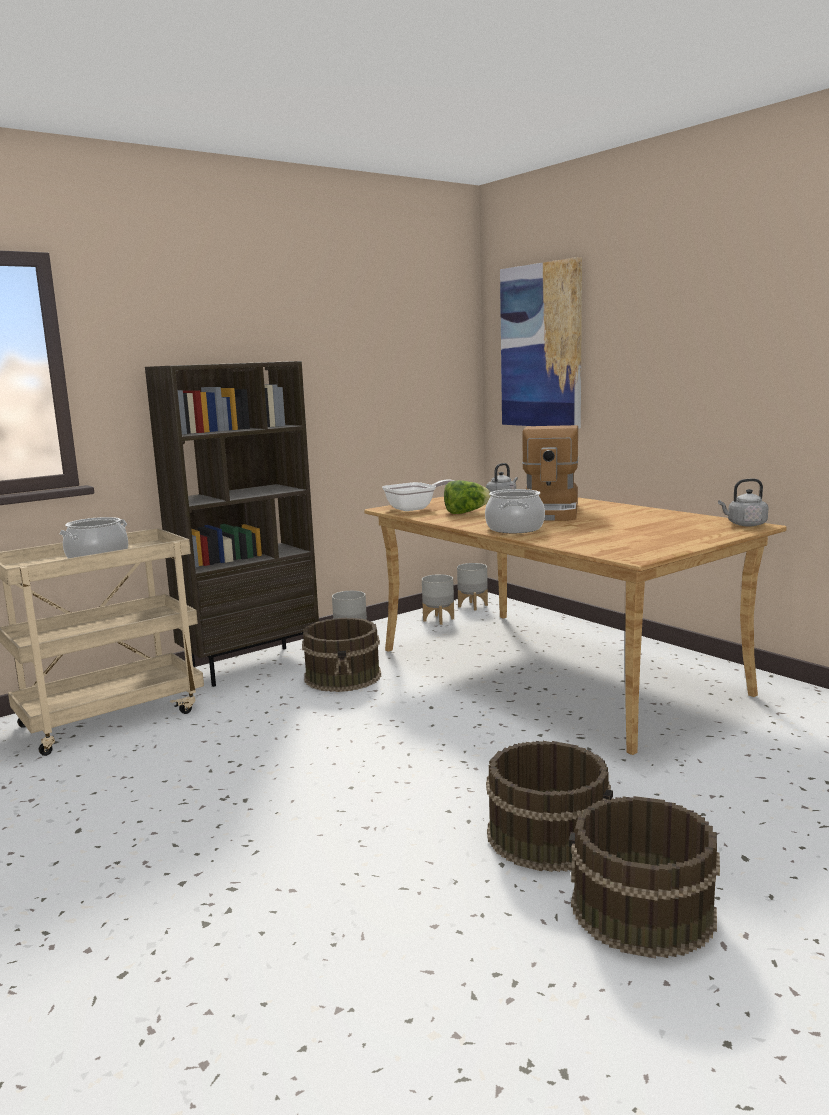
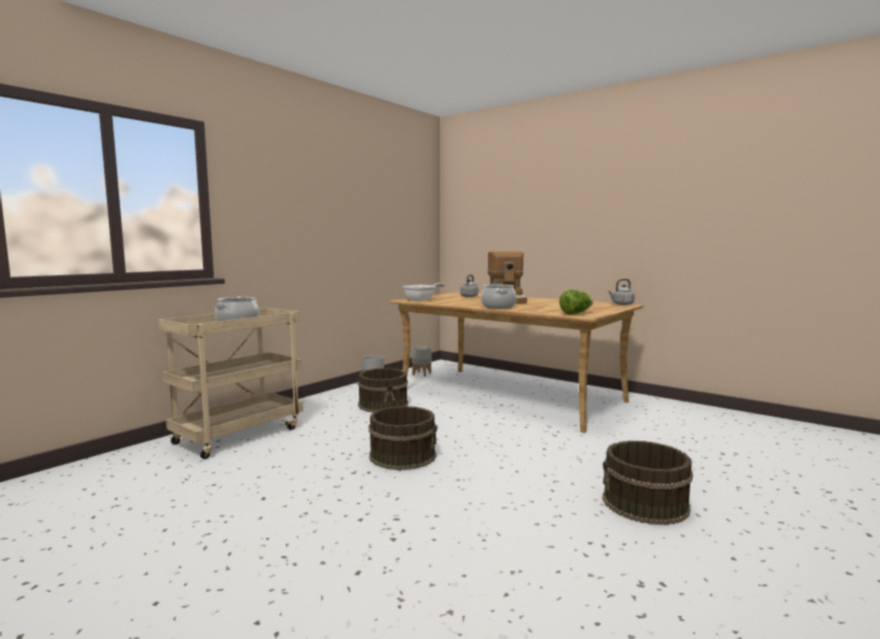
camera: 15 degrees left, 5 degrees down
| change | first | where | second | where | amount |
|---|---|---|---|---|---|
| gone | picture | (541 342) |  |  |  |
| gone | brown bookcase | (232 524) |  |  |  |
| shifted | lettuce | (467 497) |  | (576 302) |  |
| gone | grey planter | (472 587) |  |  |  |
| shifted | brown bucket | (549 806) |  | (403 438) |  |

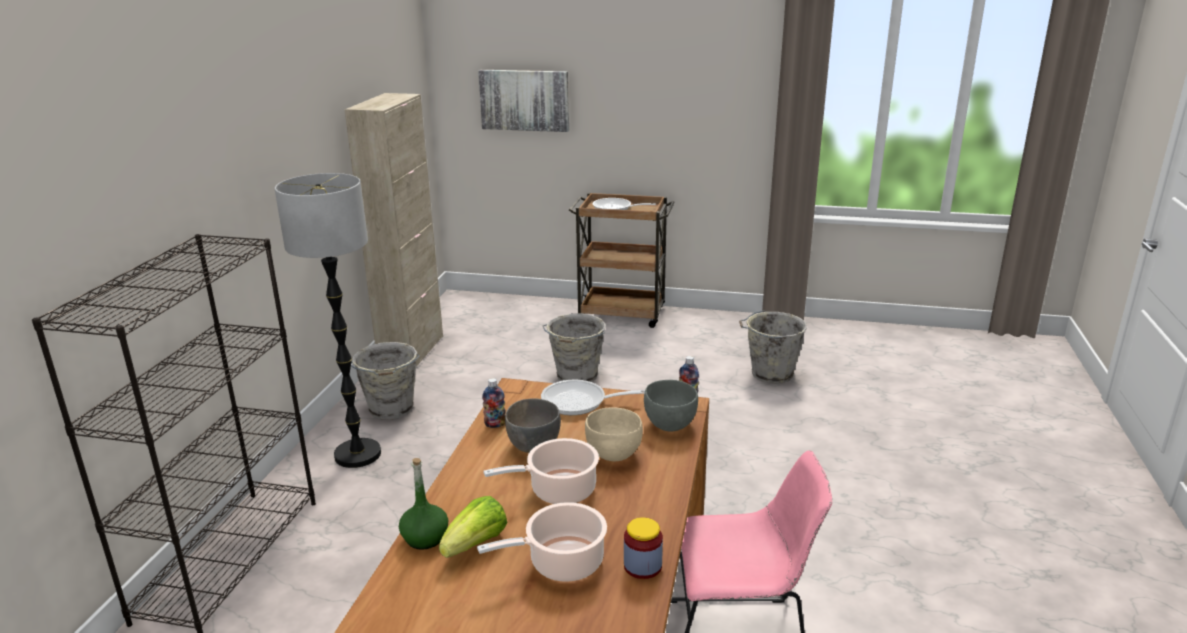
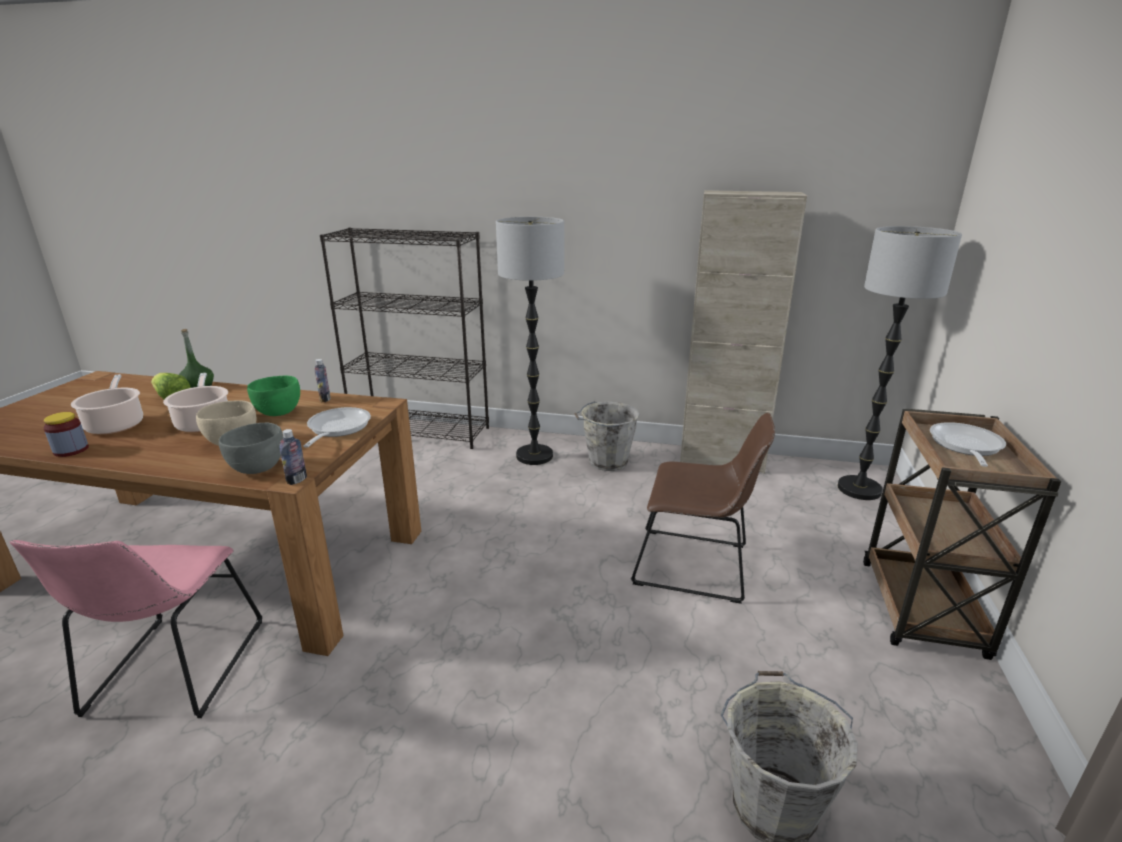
camera: 90 degrees right, 0 degrees up
| change | first | where | second | where | amount |
|---|---|---|---|---|---|
| gone | picture | (523 101) |  |  |  |
| swapped | grey bucket | (574 348) | brown chair | (703 508) |  |
| repainted | grey bowl | (533 425) | green bowl | (273 395) |  |
| new |  |  | floor lamp | (900 363) |  |

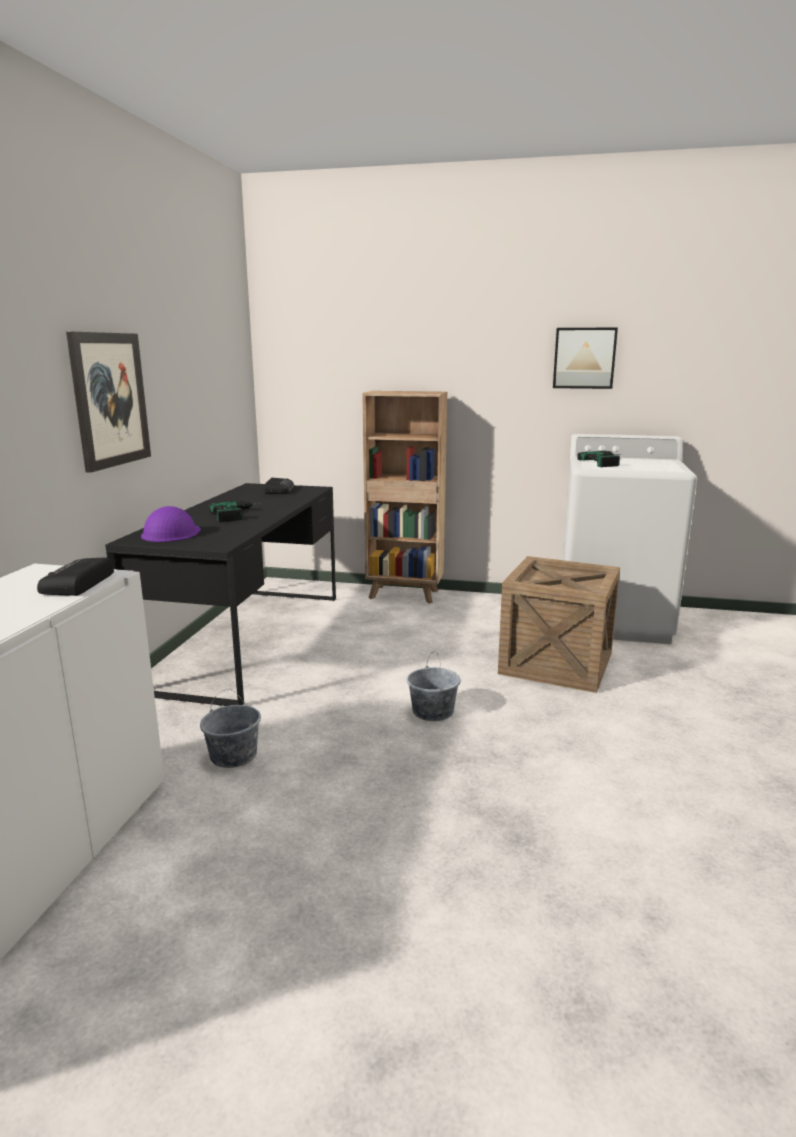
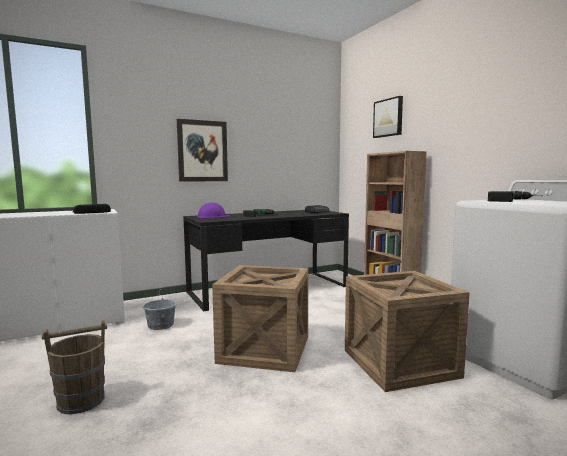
camera: 50 degrees right, 10 degrees down
| change | first | where | second | where | amount |
|---|---|---|---|---|---|
| shifted | picture | (585 358) |  | (388 117) |  |
| swapped | grey bucket | (434 686) | crate | (260 318) |  |
| new |  |  | brown bucket | (74 367) |  |

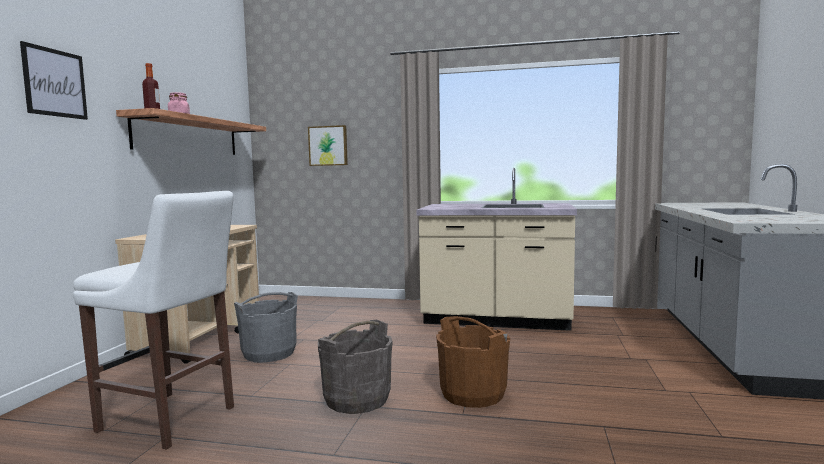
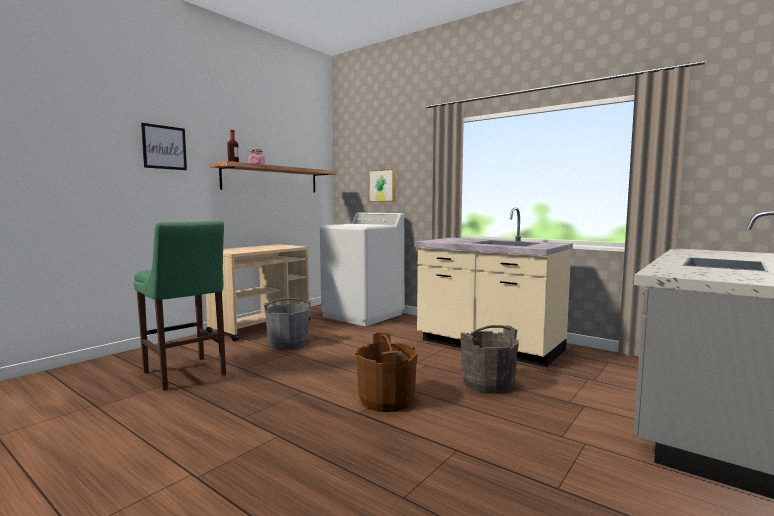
camera: 25 degrees right, 0 degrees up
| change | first | where | second | where | amount |
|---|---|---|---|---|---|
| repainted | white stool | (153 320) | green stool | (180 306) |  |
| shifted | grey bucket | (355 367) |  | (489 359) |  |
| new |  |  | white washing machine | (362 269) |  |

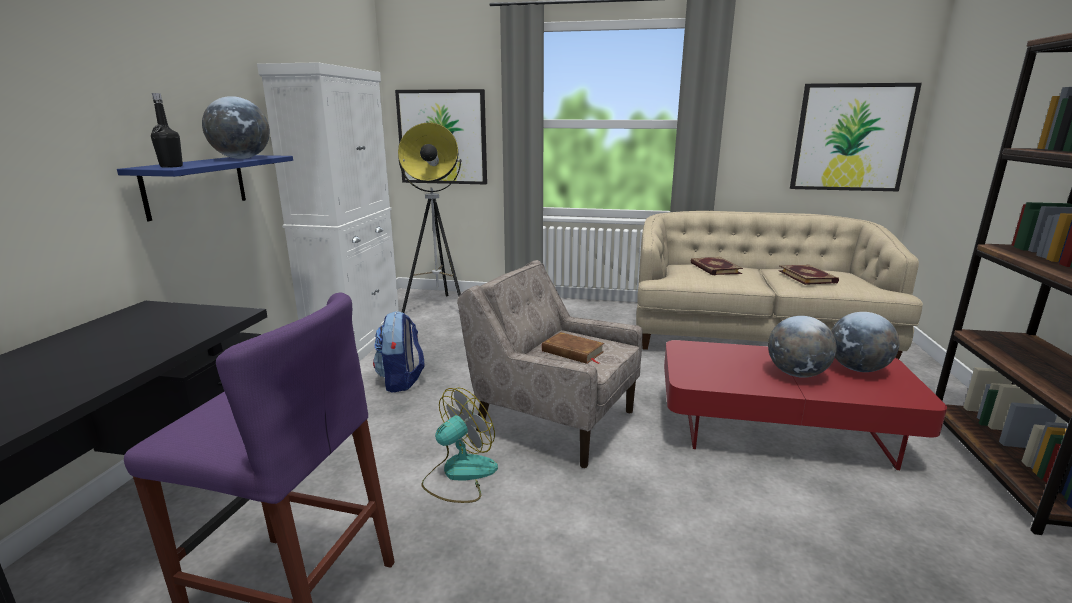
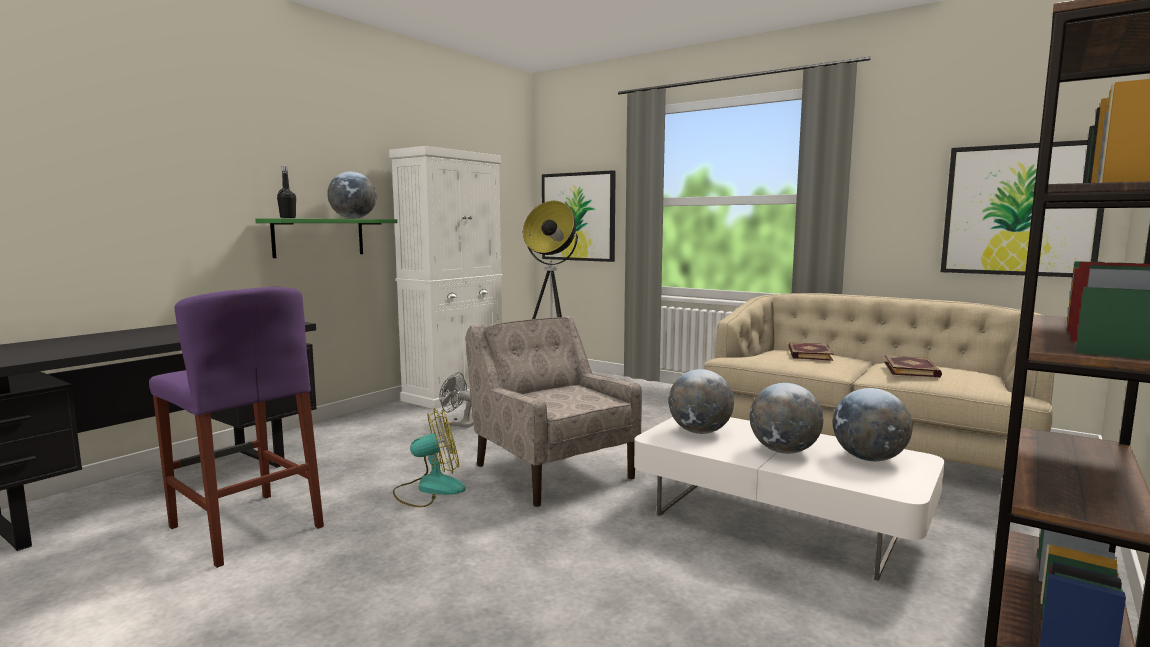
camera: 25 degrees right, 10 degrees down
| change | first | where | second | where | amount |
|---|---|---|---|---|---|
| repainted | blue shelf | (205 188) | green shelf | (326 238) |  |
| swapped | backpack | (399 352) | grey fan | (456 400) |  |
| gone | brown book | (573 348) |  |  |  |
| repainted | red coffee table | (805 405) | white coffee table | (789 499) |  |
| new |  |  | globe | (701 401) |  |

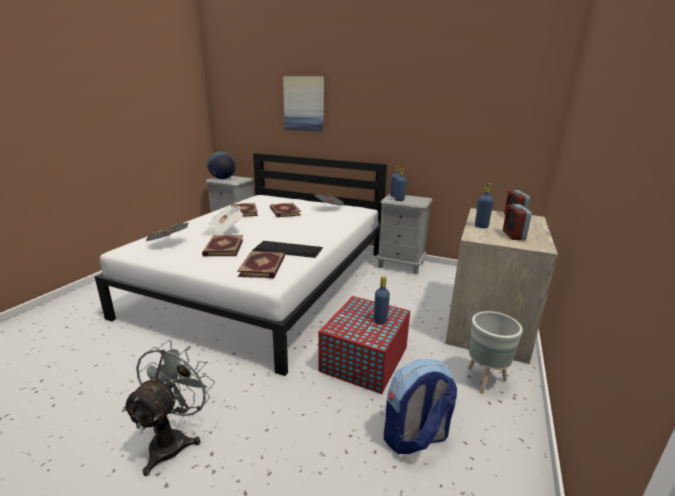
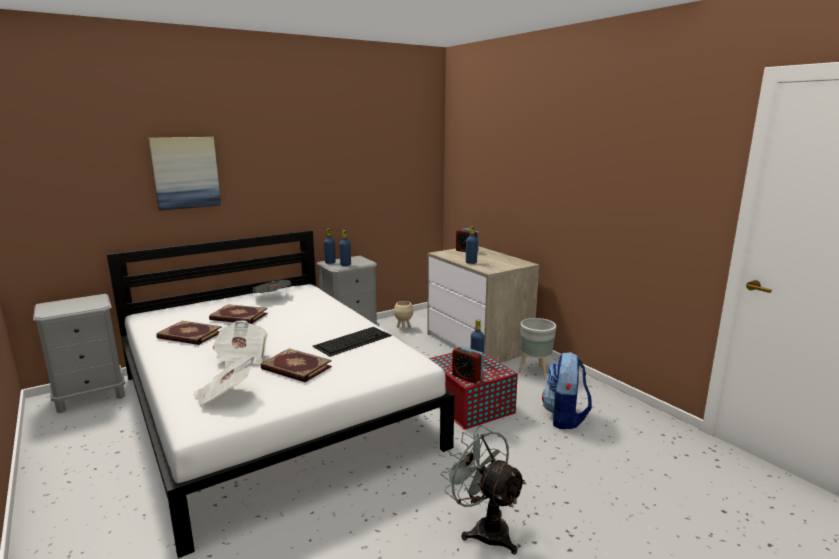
camera: 55 degrees left, 5 degrees down
| change | first | where | second | where | amount |
|---|---|---|---|---|---|
| gone | globe | (221 165) |  |  |  |
| shifted | alarm clock | (517 222) |  | (468 364) |  |
| gone | book | (261 264) |  |  |  |
| new |  |  | beige planter | (403 316) |  |

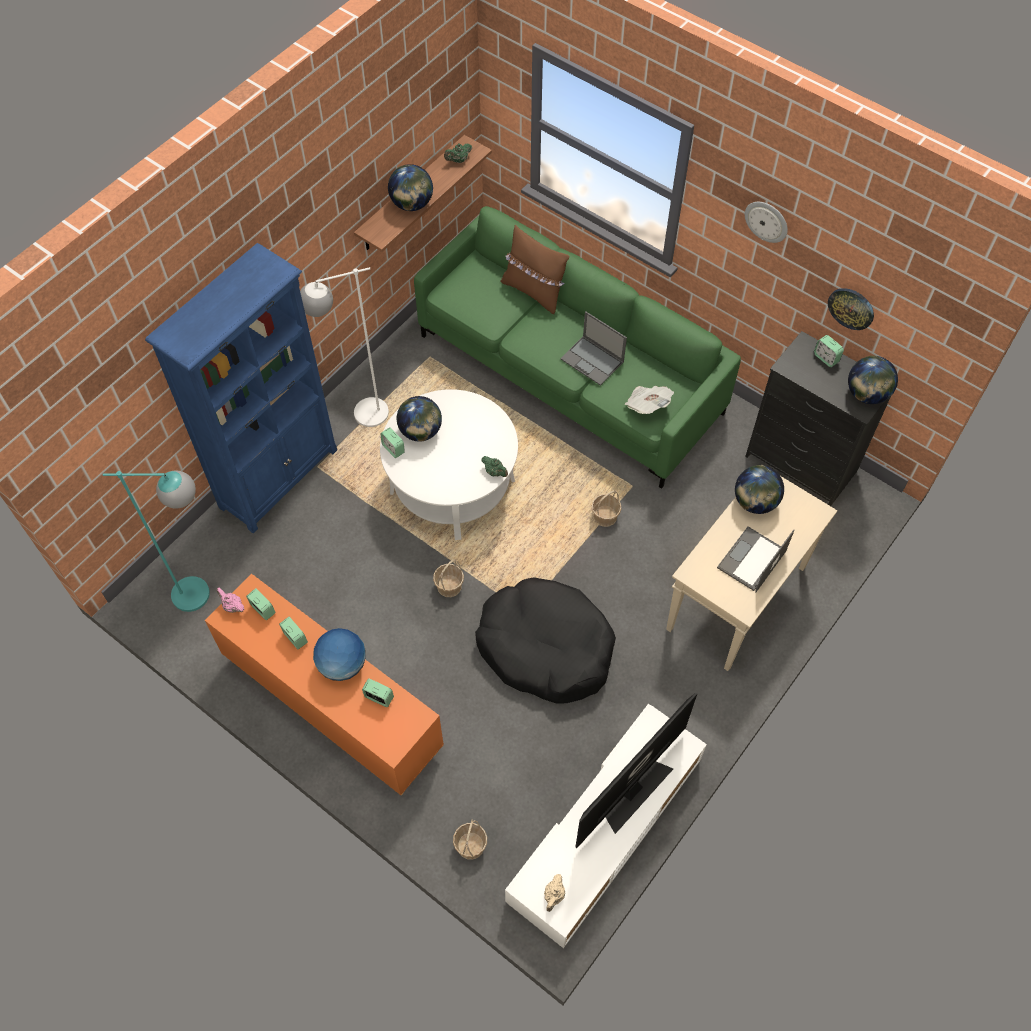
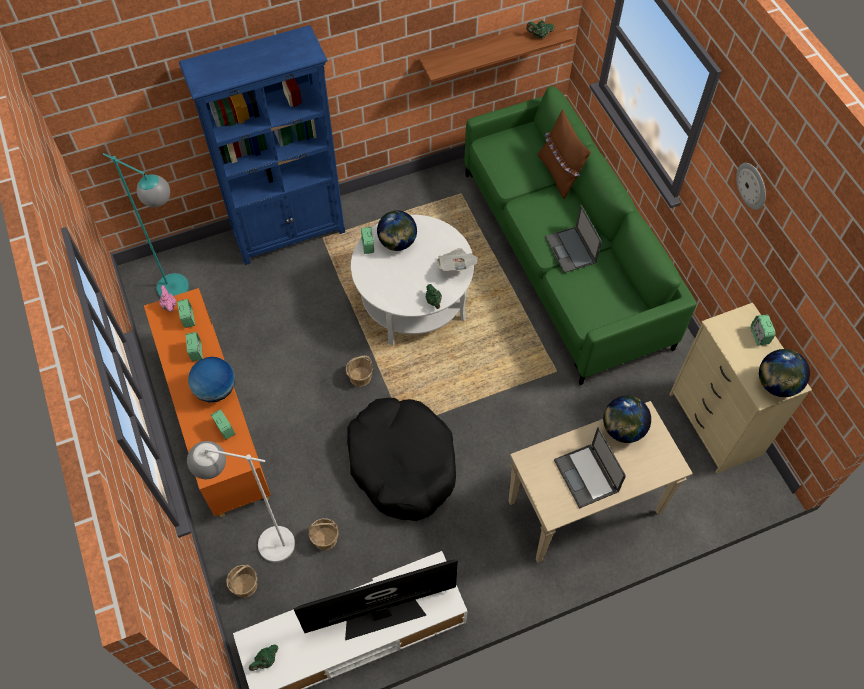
camera: 30 degrees right, 0 degrees up
| change | first | where | second | where | amount |
|---|---|---|---|---|---|
| gone | globe | (410 187) |  |  |  |
| shifted | white floor lamp | (344 347) |  | (241 501) |  |
| gone | wall clock | (851 309) |  |  |  |
| repainted | black dresser | (817 418) | beige dresser | (740 388) |  |
| shifted | newspaper | (649 400) |  | (457 260) |  |
| shifted | basket | (606 508) |  | (323 534) |  |
| rotated | laptop | (756 559) |  | (590 468) | 90 degrees counterclockwise |
| repainted | beige teapot | (554 893) | green teapot | (264 658) |  |

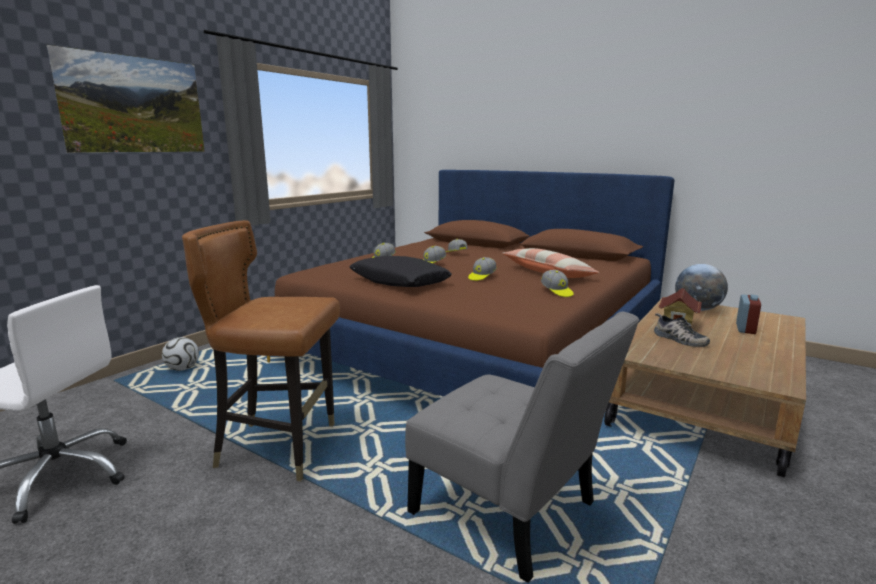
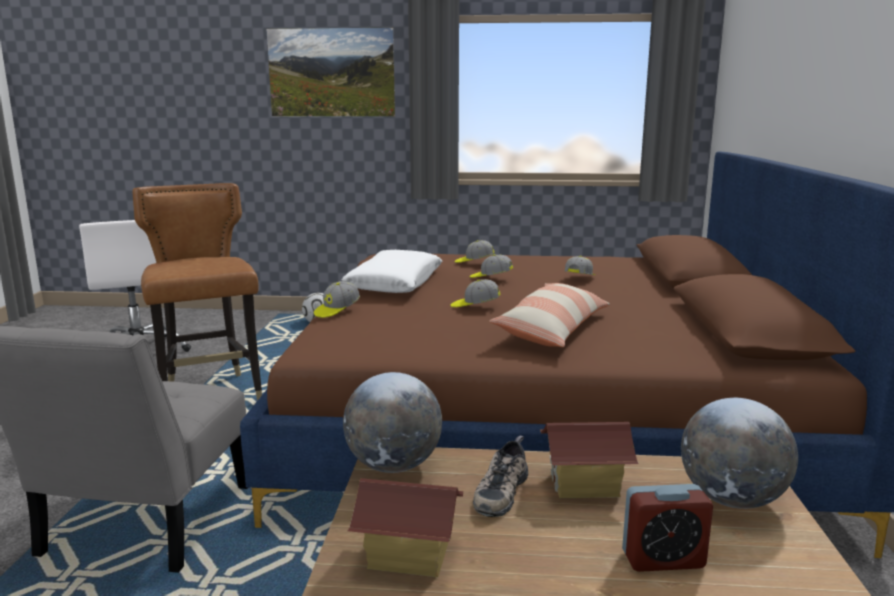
camera: 60 degrees right, 0 degrees up
| change | first | where | second | where | amount |
|---|---|---|---|---|---|
| repainted | black pillow | (401 271) | white pillow | (391 271) |  |
| shifted | cap | (557 283) |  | (337 299) |  |
| new |  |  | globe | (392 422) |  |
| new |  |  | toy house | (405 527) |  |

